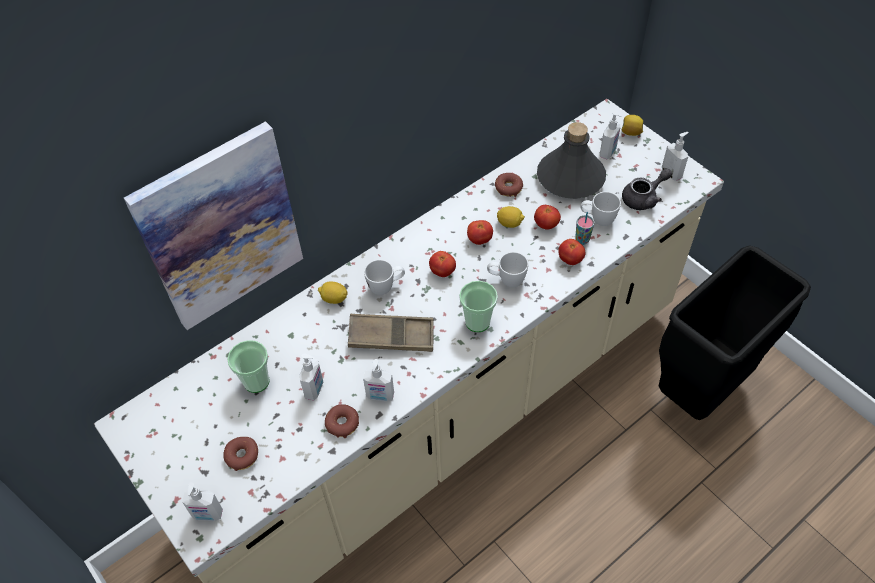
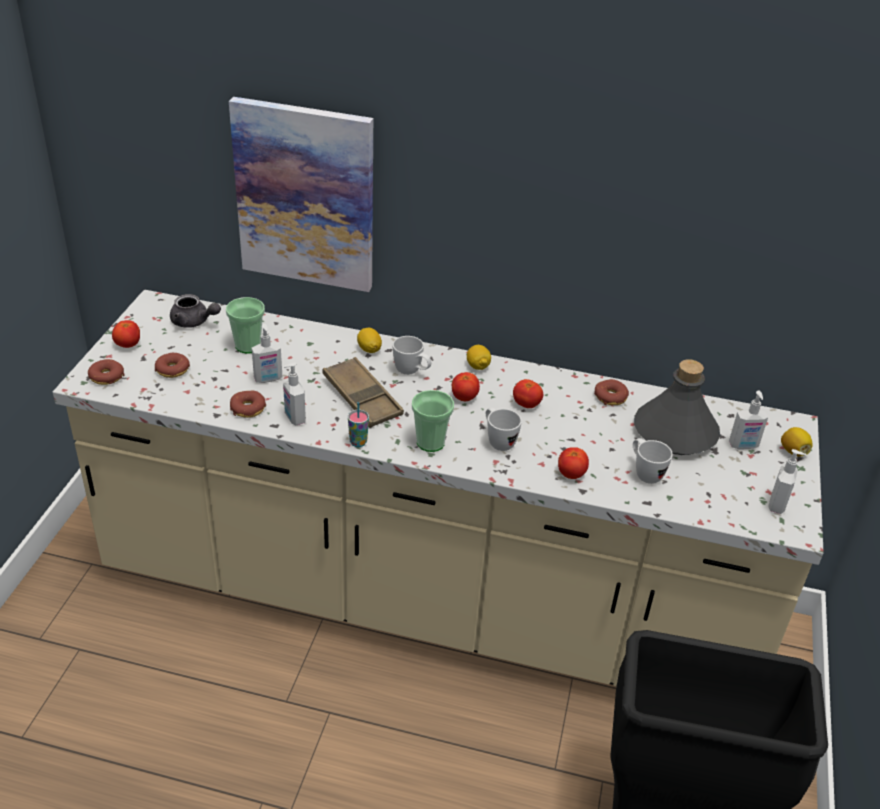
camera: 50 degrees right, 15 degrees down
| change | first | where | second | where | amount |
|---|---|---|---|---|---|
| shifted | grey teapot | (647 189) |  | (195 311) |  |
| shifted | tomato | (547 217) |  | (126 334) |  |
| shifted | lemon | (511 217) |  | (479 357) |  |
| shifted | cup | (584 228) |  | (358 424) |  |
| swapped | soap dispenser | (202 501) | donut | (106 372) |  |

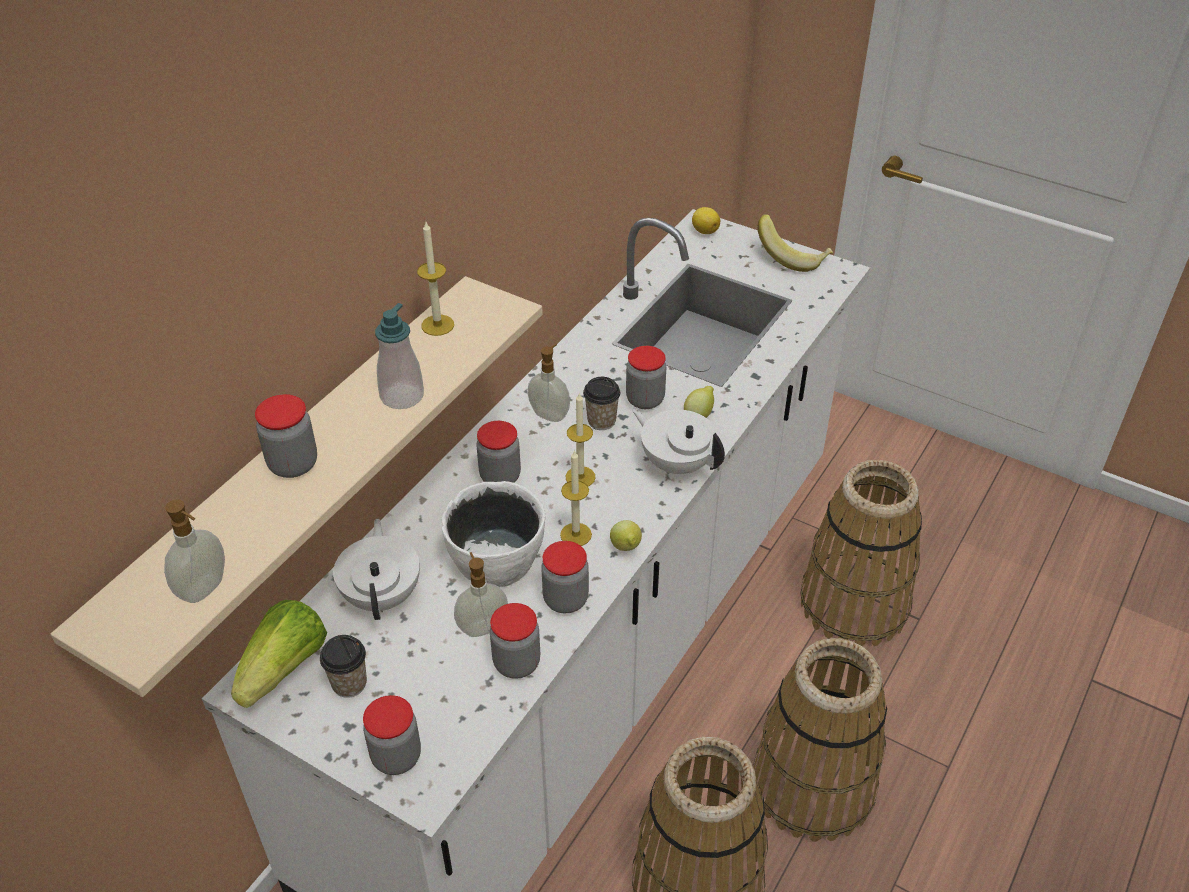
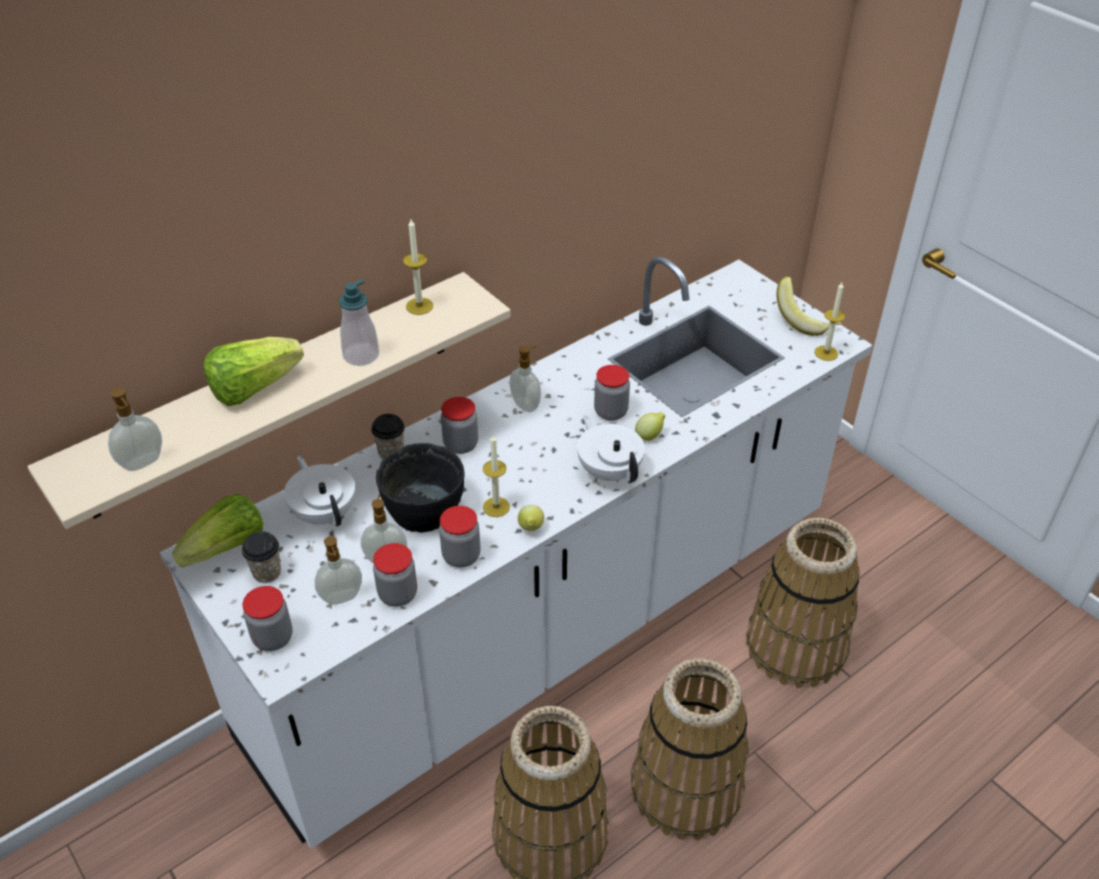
camera: 20 degrees right, 0 degrees up
| change | first | where | second | where | amount |
|---|---|---|---|---|---|
| gone | lemon | (706 220) |  |  |  |
| shifted | cup | (601 403) |  | (388 437) |  |
| shifted | candle | (581 439) |  | (829 321) |  |
| swapped | jar | (286 436) | lettuce | (254 371) |  |
| repainted | white bowl | (493 534) | black bowl | (420 487) |  |
| rotated | white teapot | (376 569) |  | (319 491) | 45 degrees counterclockwise |
| new |  |  | soap dispenser | (338 570) |  |

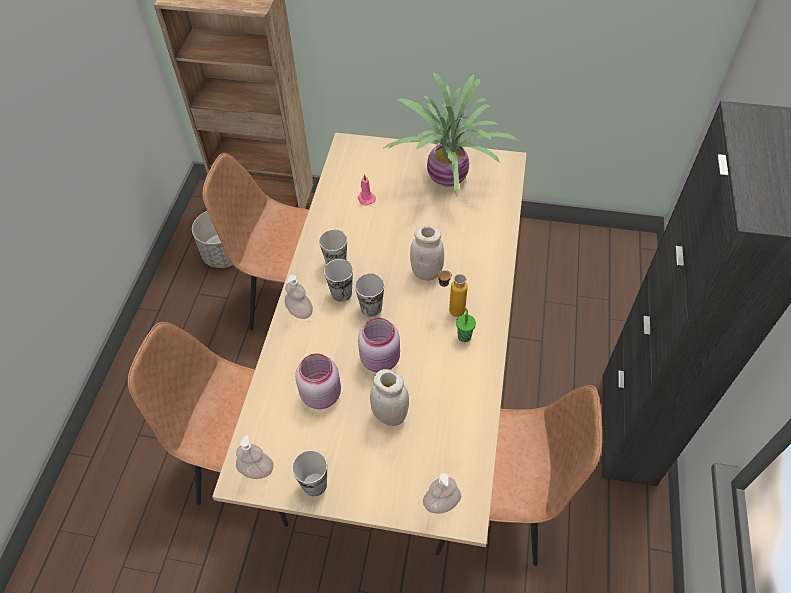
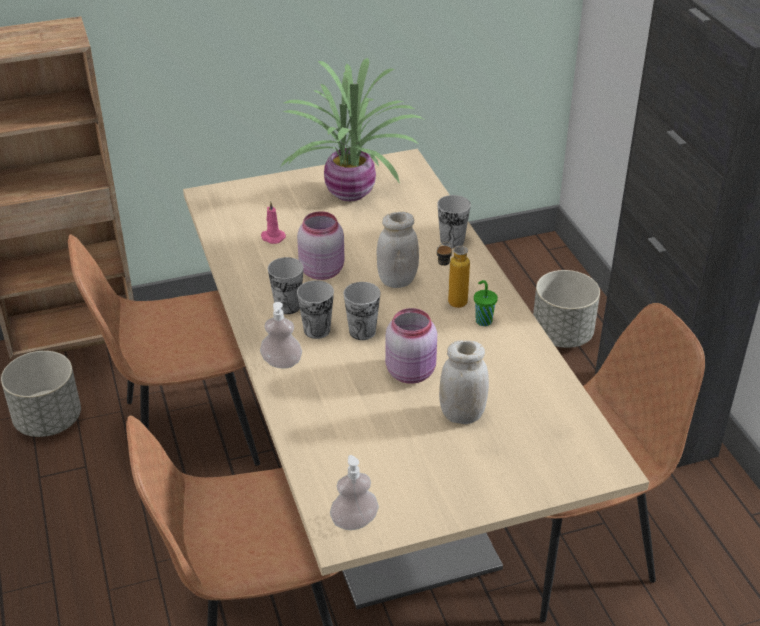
camera: 30 degrees left, 15 degrees down
| change | first | where | second | where | amount |
|---|---|---|---|---|---|
| shifted | pink jar | (318 381) |  | (320 245) |  |
| shifted | cup | (309 473) |  | (454 221) |  |
| gone | soap dispenser | (442 493) |  |  |  |
| new |  |  | grey planter | (566 309) |  |

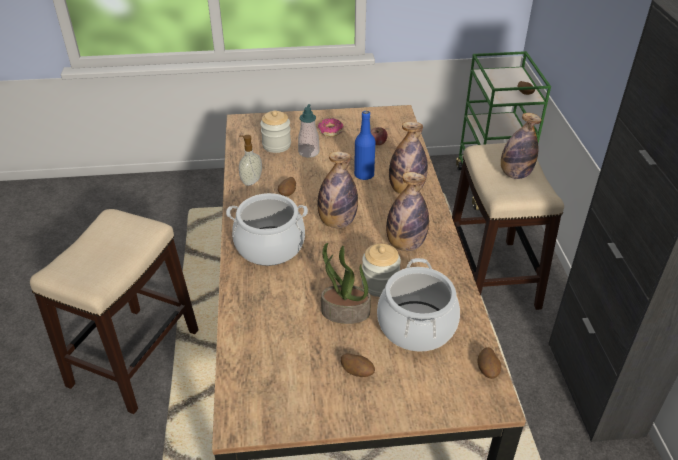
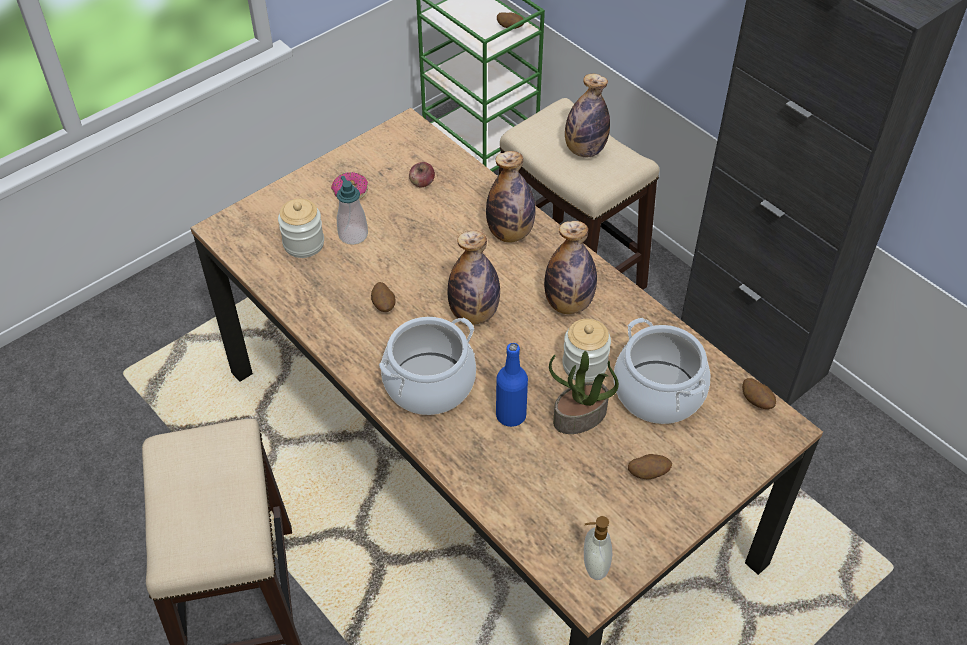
camera: 35 degrees left, 10 degrees up
| change | first | where | second | where | amount |
|---|---|---|---|---|---|
| shifted | blue bottle | (364 145) |  | (512 385) |  |
| shifted | soap dispenser | (250 160) |  | (598 548) |  |

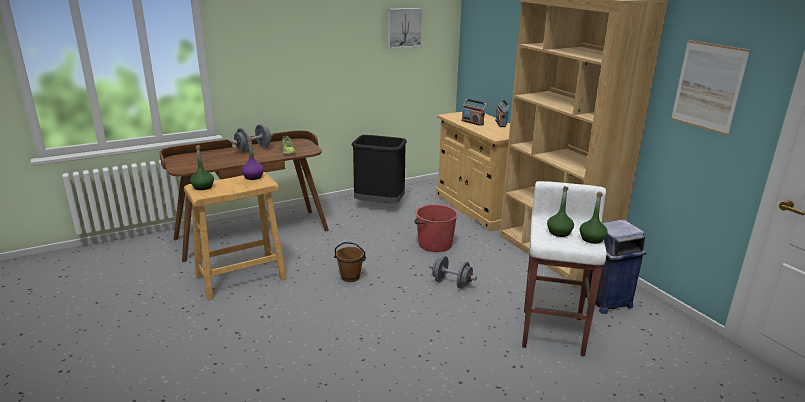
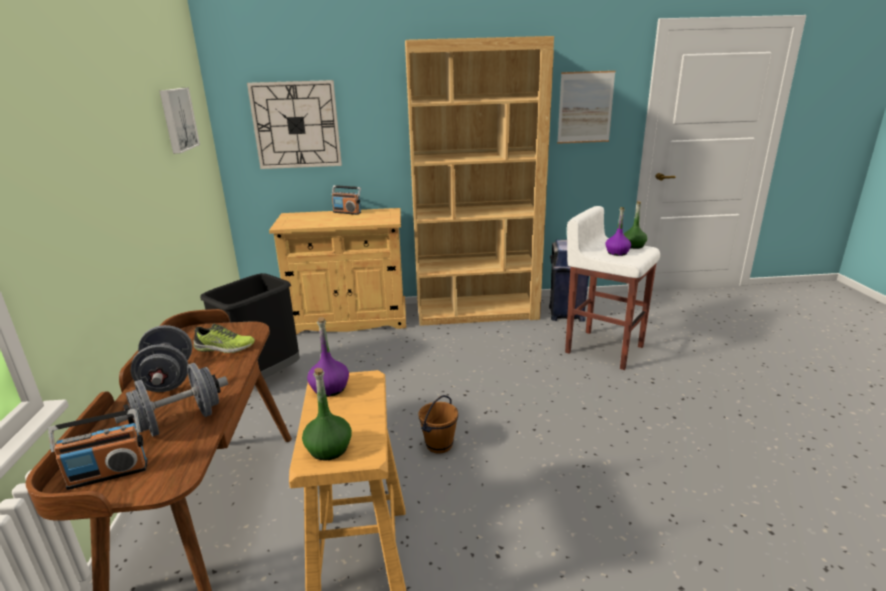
camera: 65 degrees left, 0 degrees up
| change | first | where | second | where | amount |
|---|---|---|---|---|---|
| shifted | radio | (474 112) |  | (98 449) |  |
| repainted | green bottle | (560 211) | purple bottle | (618 231) |  |
| gone | red bucket | (436 228) |  |  |  |
| shifted | grey dumbbell | (453 272) |  | (171 399) |  |
| new |  |  | wall clock | (294 124) |  |

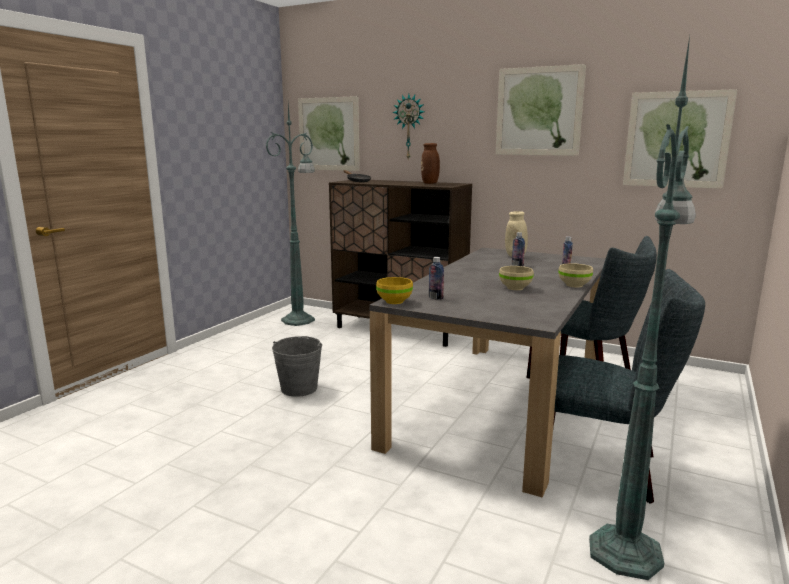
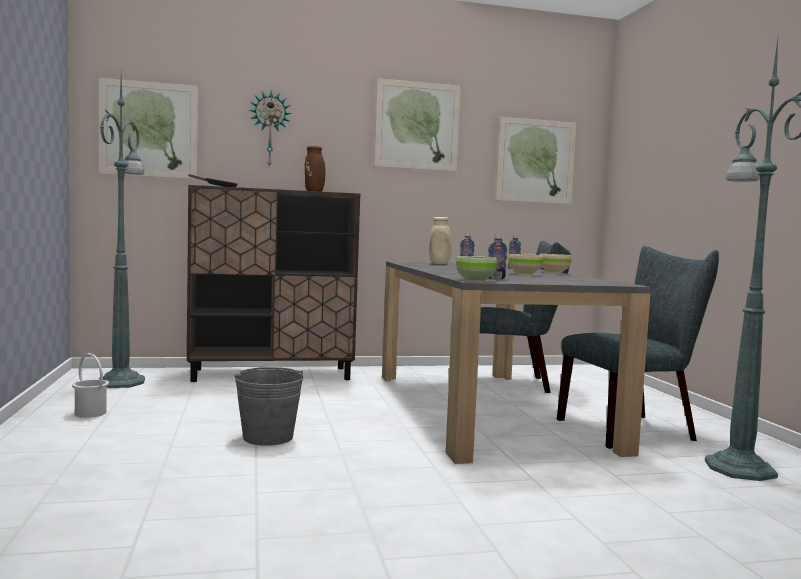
camera: 40 degrees left, 10 degrees down
| change | first | where | second | where | amount |
|---|---|---|---|---|---|
| repainted | yellow bowl | (394 290) | green bowl | (476 269) |  |
| new |  |  | white bucket | (90 385) |  |

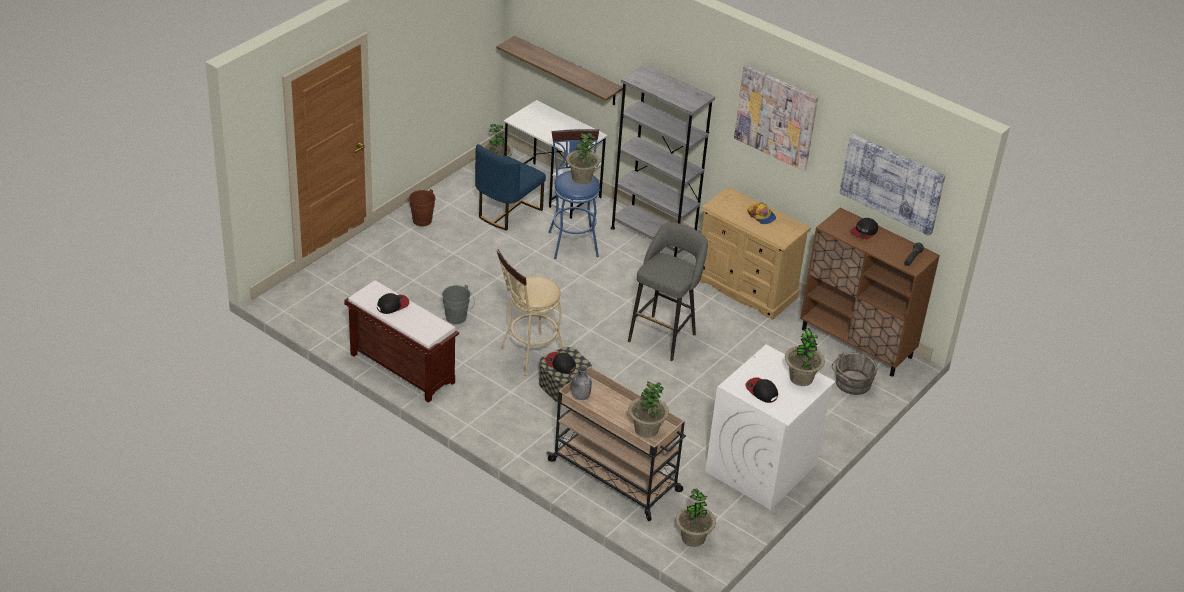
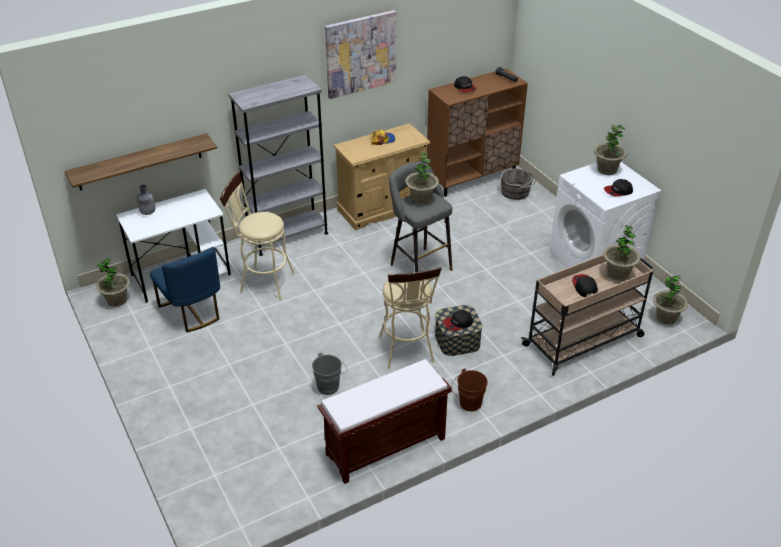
camera: 65 degrees left, 0 degrees up
| change | first | where | second | where | amount |
|---|---|---|---|---|---|
| repainted | blue stool | (574 194) | beige stool | (257 236) |  |
| shifted | potted plant | (583 158) |  | (422 178) |  |
| gone | picture | (892 185) |  |  |  |
| shifted | brown bucket | (420 207) |  | (470 389) |  |
| shifted | cap | (393 303) |  | (585 285) |  |
| shifted | grey bottle | (581 383) |  | (146 200) |  |

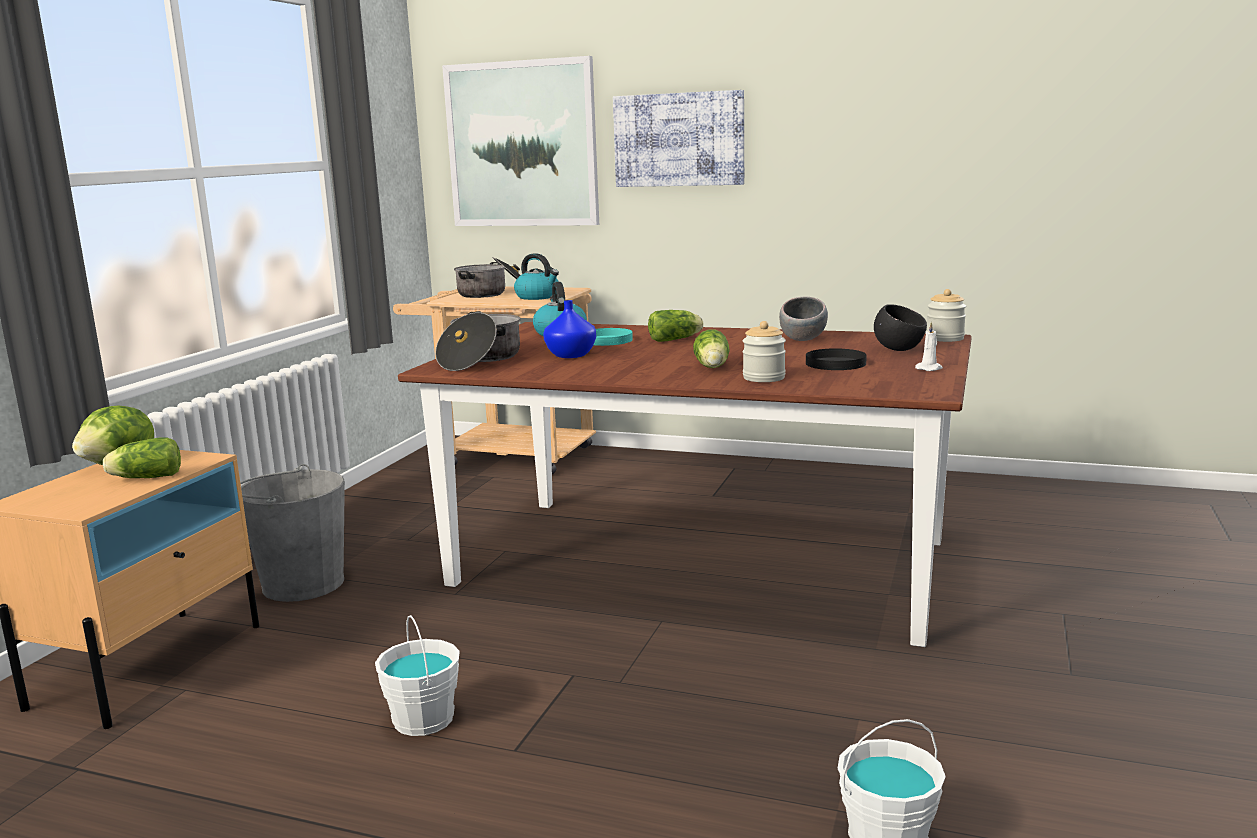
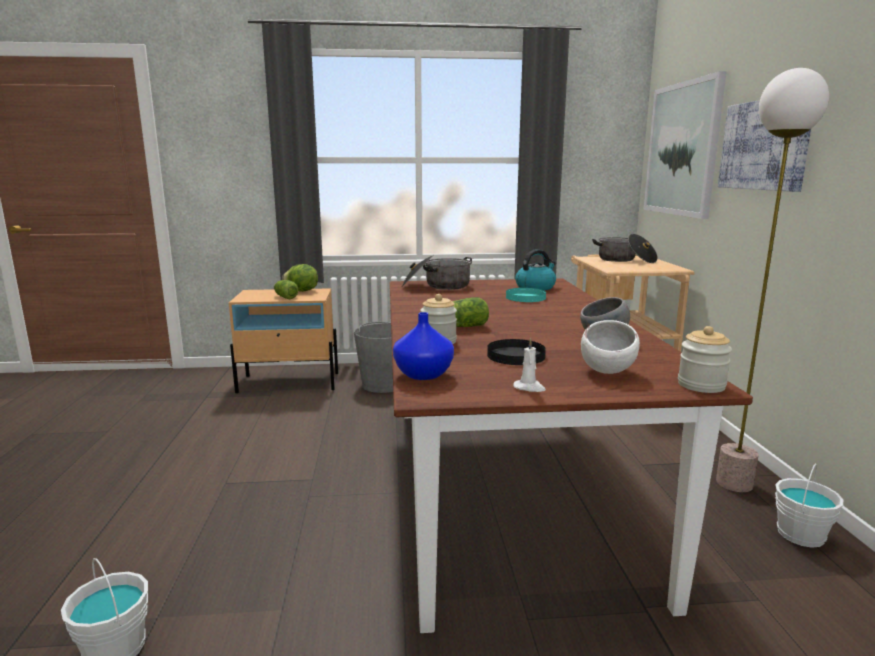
camera: 65 degrees right, 0 degrees up
| change | first | where | second | where | amount |
|---|---|---|---|---|---|
| gone | kettle | (536 276) |  |  |  |
| shifted | blue vase | (569 329) |  | (423 346) |  |
| repainted | black bowl | (900 327) | white bowl | (610 347) |  |
| gone | lettuce | (676 326) |  |  |  |
| shifted | white bucket | (417 675) |  | (809 506) |  |
| new |  |  | floor lamp | (772 280) |  |

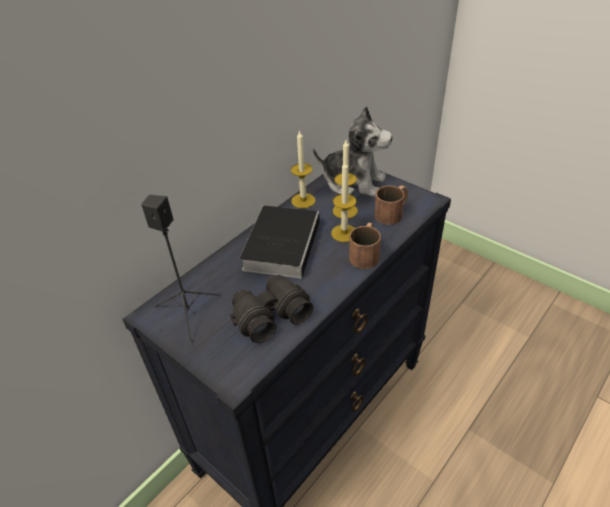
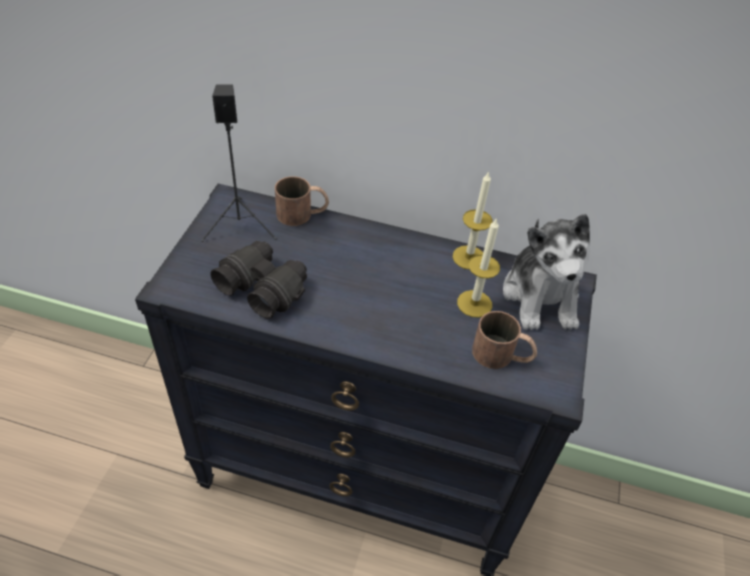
camera: 60 degrees right, 5 degrees up
| change | first | where | second | where | amount |
|---|---|---|---|---|---|
| gone | candle | (344 201) |  |  |  |
| gone | book | (280 242) |  |  |  |
| shifted | brown mug | (365 245) |  | (302 201) |  |

